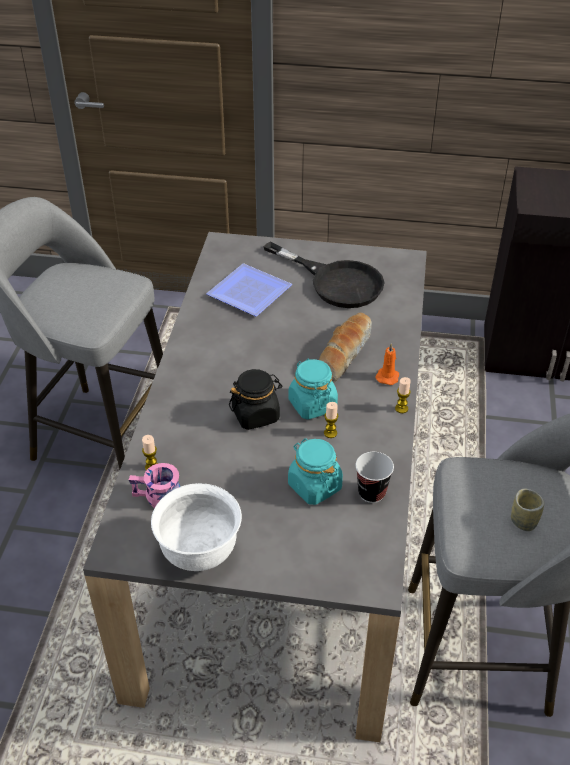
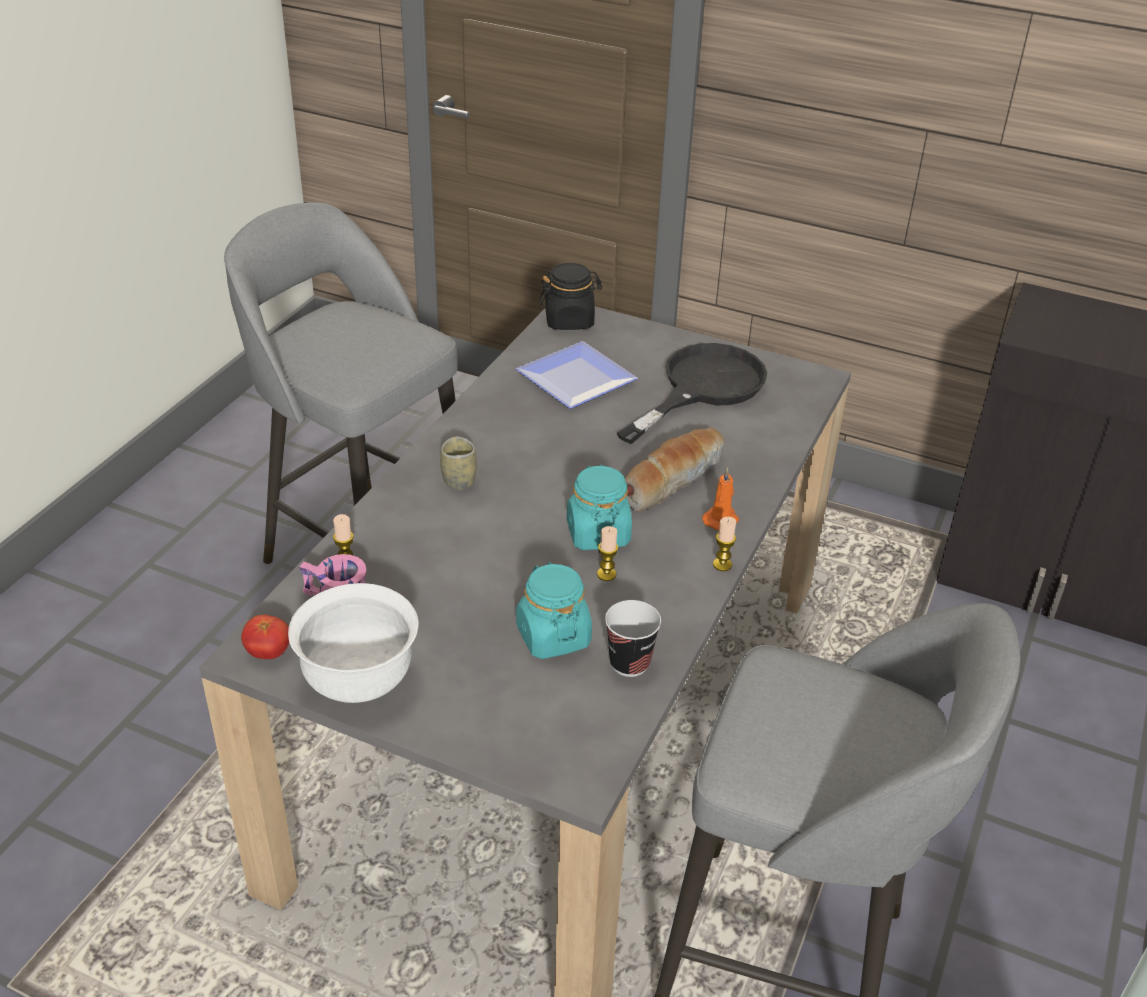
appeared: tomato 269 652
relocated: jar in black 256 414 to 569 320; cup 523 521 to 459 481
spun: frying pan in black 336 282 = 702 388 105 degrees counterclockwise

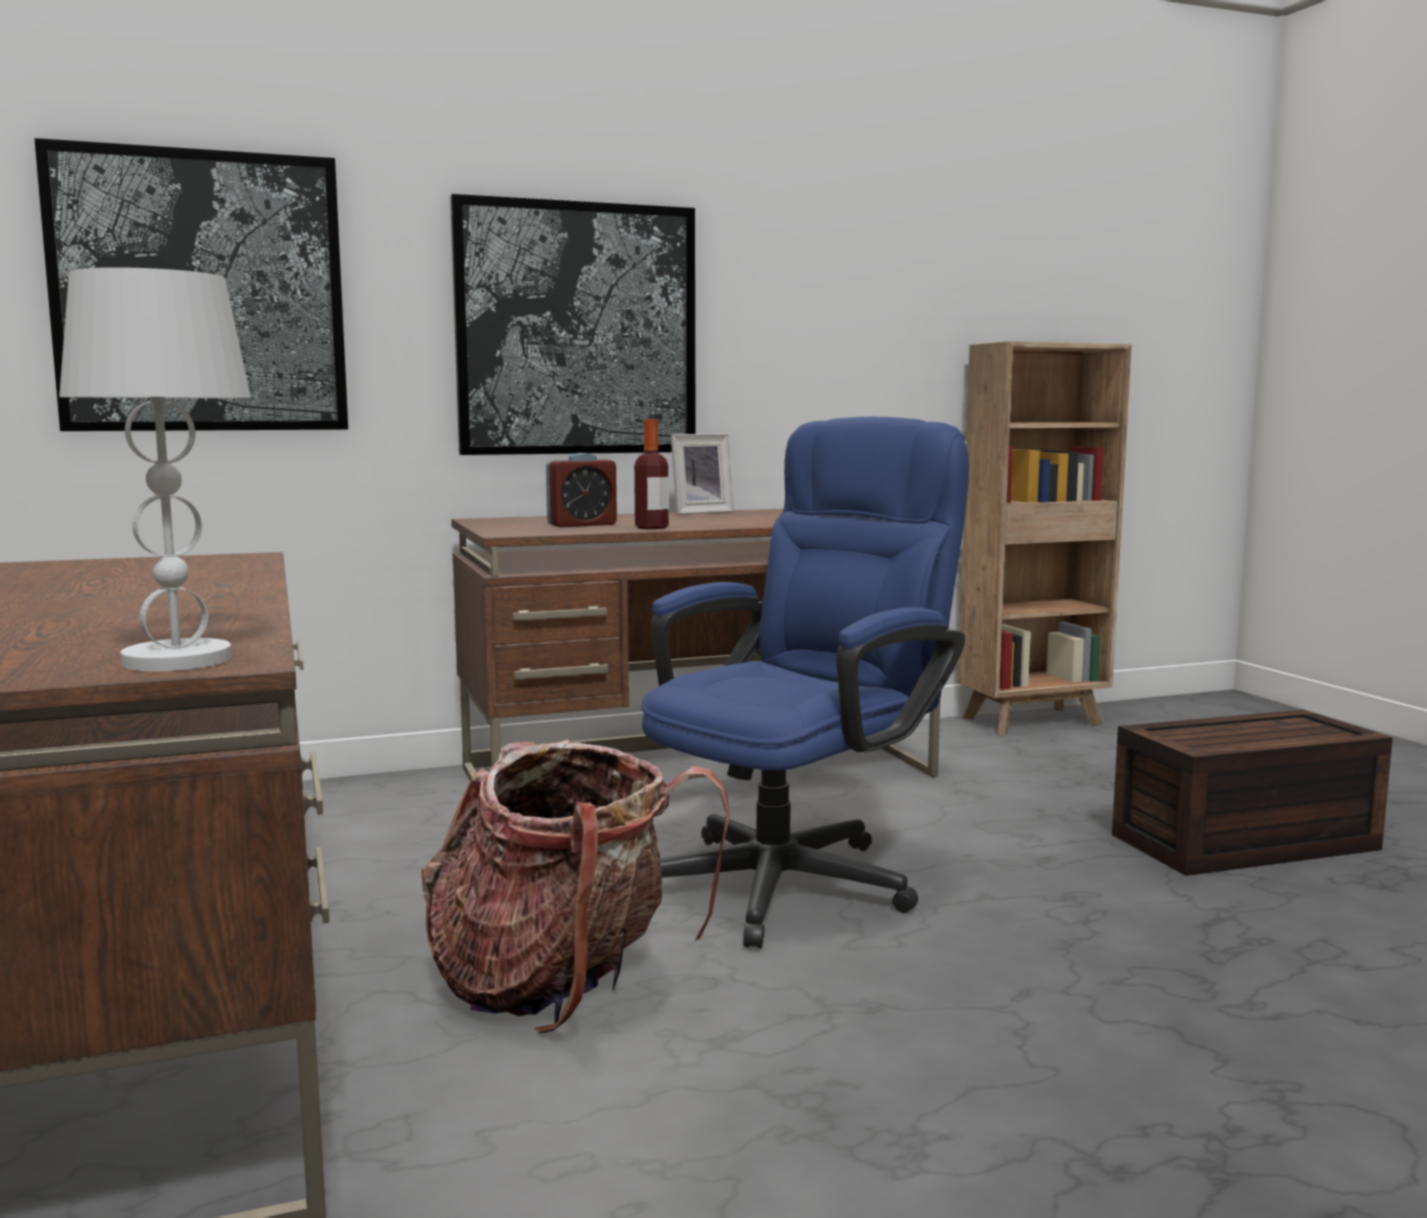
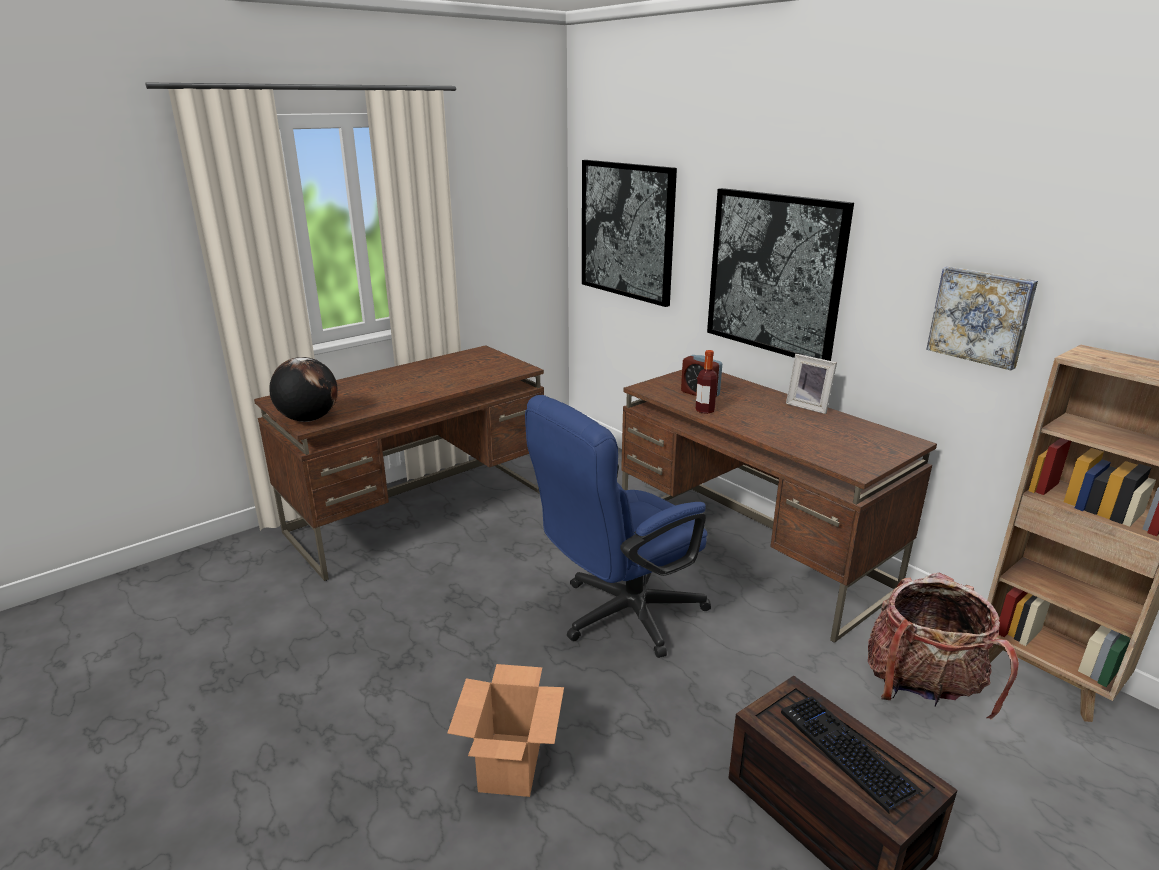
appeared: picture 981 316; cardboard box 510 763; keyboard 846 751
relocated: backpack 563 988 to 922 689
exchanged: table lamp in white 176 660 to globe 308 419
spun: office chair in blue 795 877 = 619 616 120 degrees clockwise

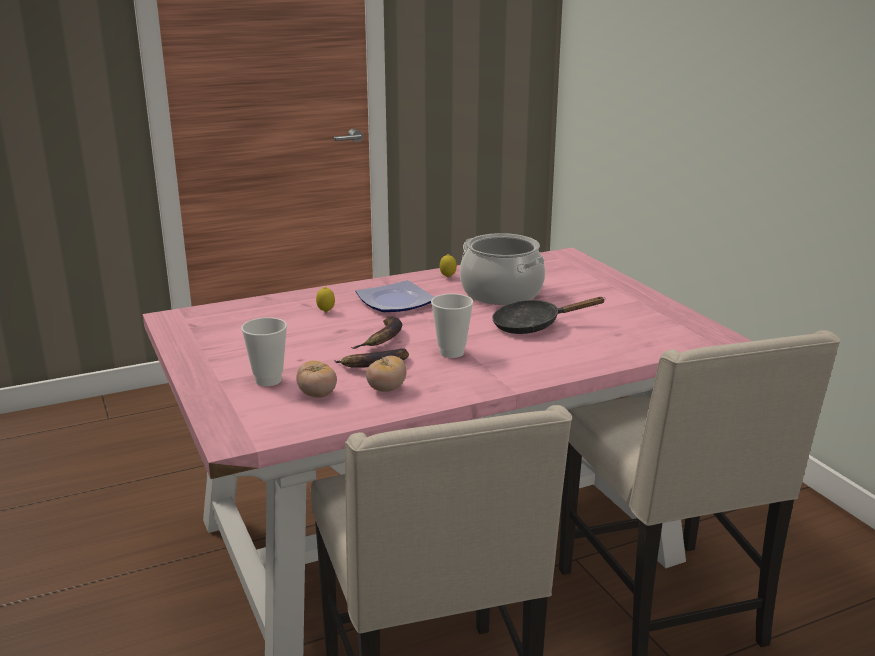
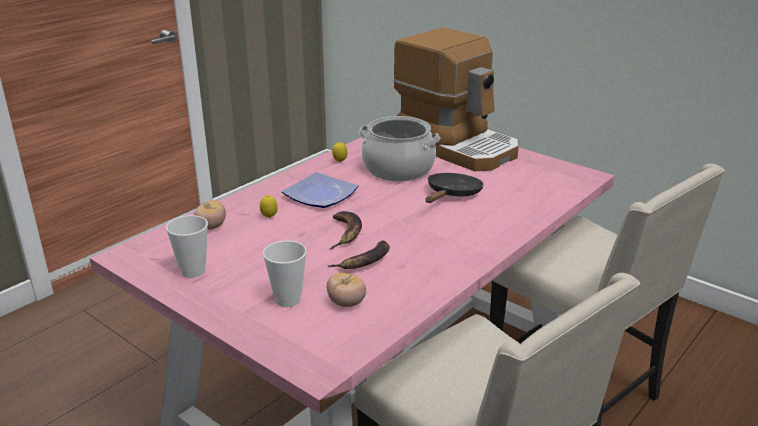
appeared: coffee machine 457 146
relocated: cup 451 352 to 193 271; tomato 386 389 to 211 227
spun: frying pan in black 533 325 = 452 194 150 degrees clockwise

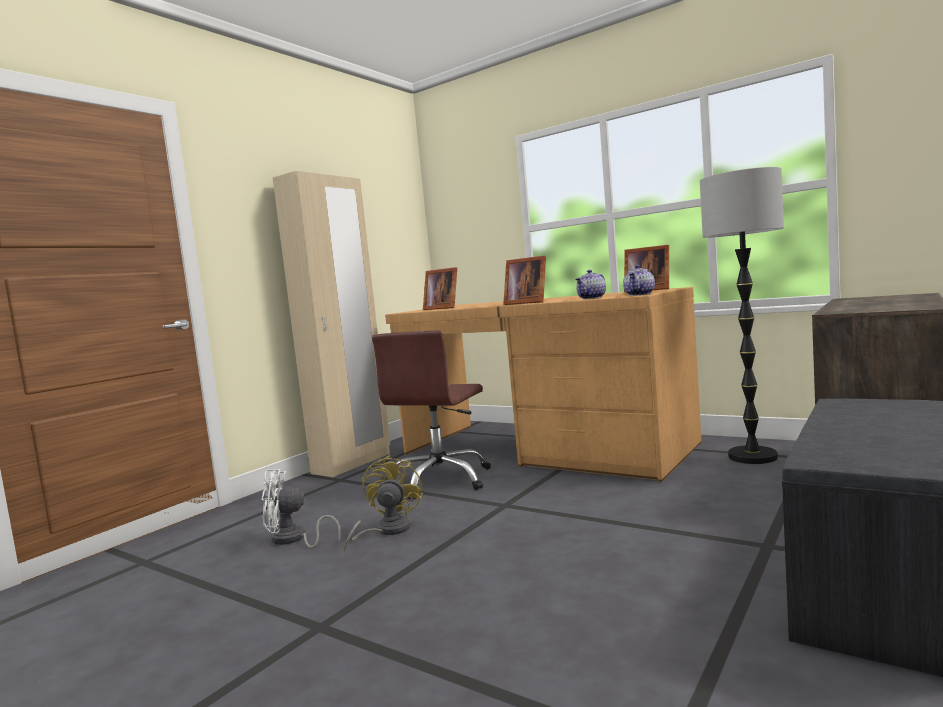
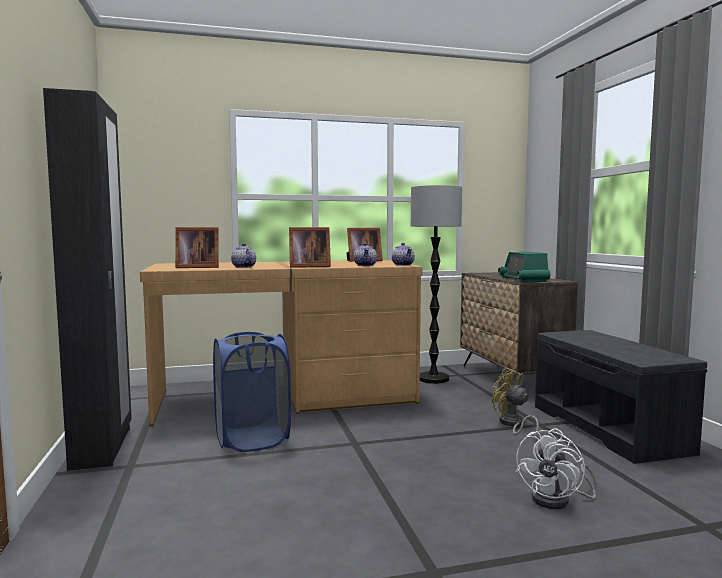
appeared: teapot 243 267; radio 523 279
relocated: fan in yellow 386 531 to 512 424; fan in white 293 540 to 558 500
exchanged: office chair in brown 440 480 to laundry basket in blue 252 439
colour: wardrobe in beige 352 463 to wardrobe in black 103 448

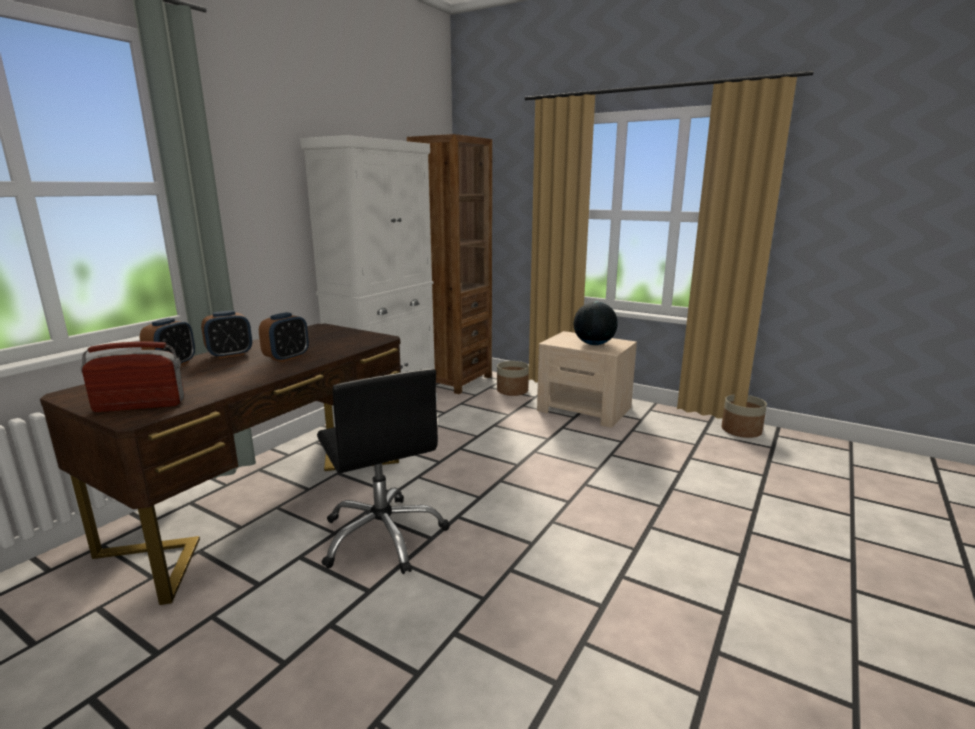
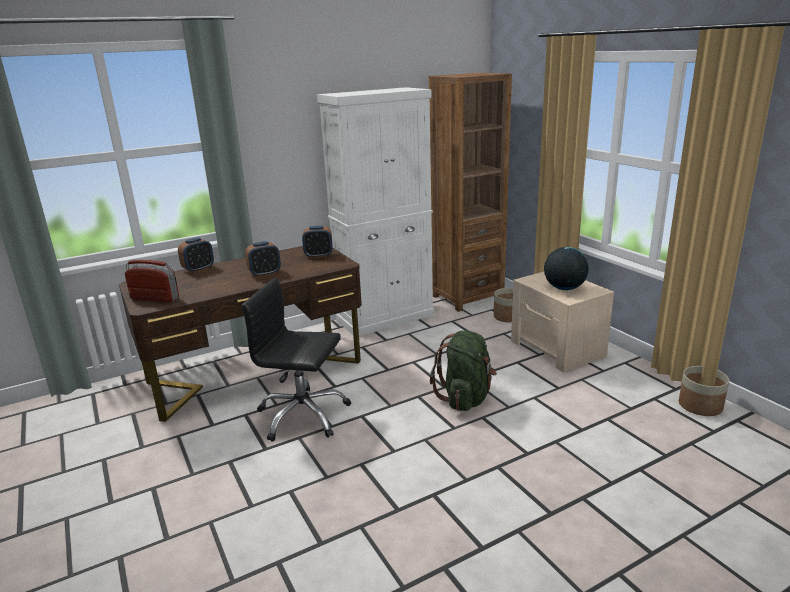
appeared: backpack in green 466 398
relocated: alarm clock 230 355 to 318 255
spun: office chair in black 383 536 = 303 415 105 degrees clockwise

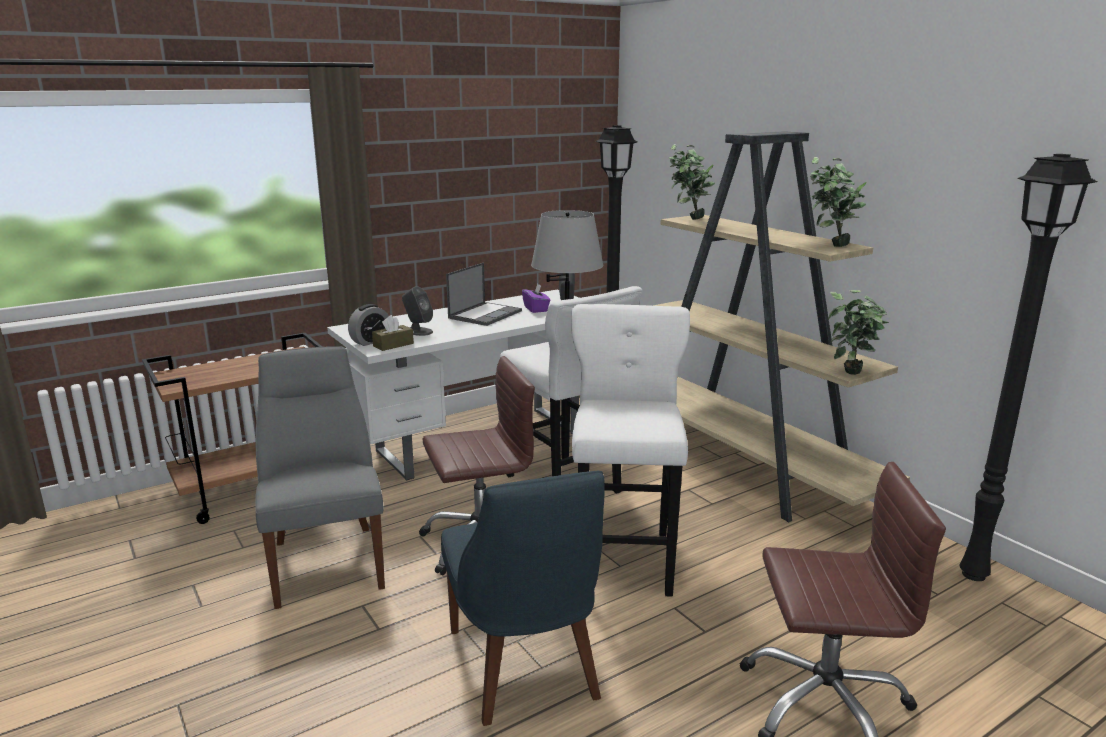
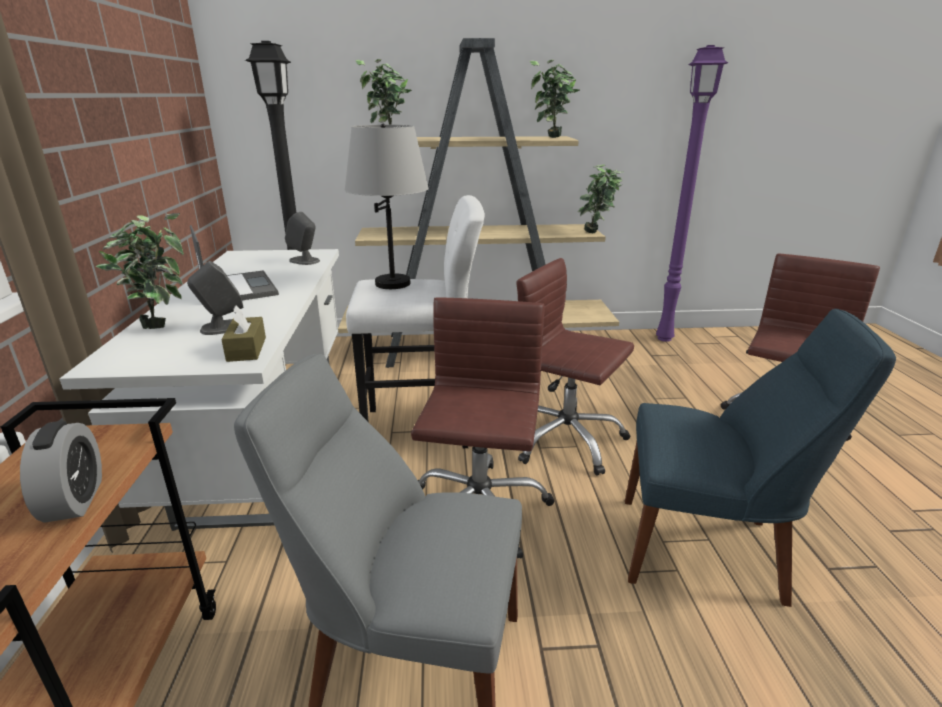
missing: tissue box in purple 536 309
appeared: potted plant 160 324
relocated: alarm clock 370 341 to 75 500
exchanged: stool in white 624 557 to office chair in brown 565 440
colour: floor lamp in black 976 575 to floor lamp in purple 665 338

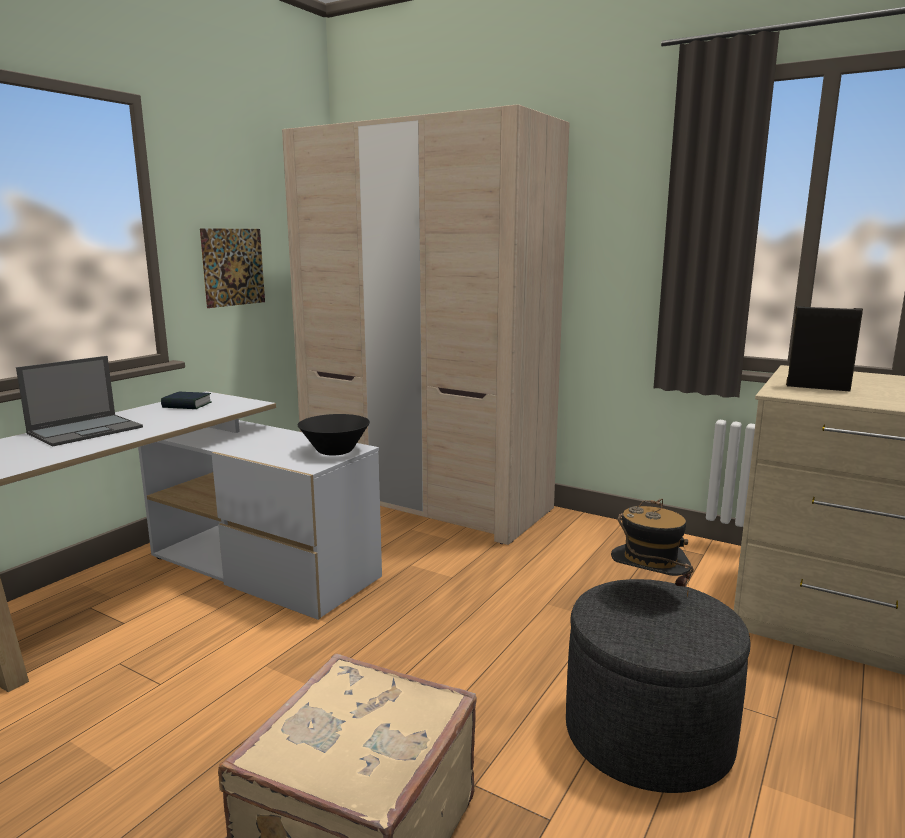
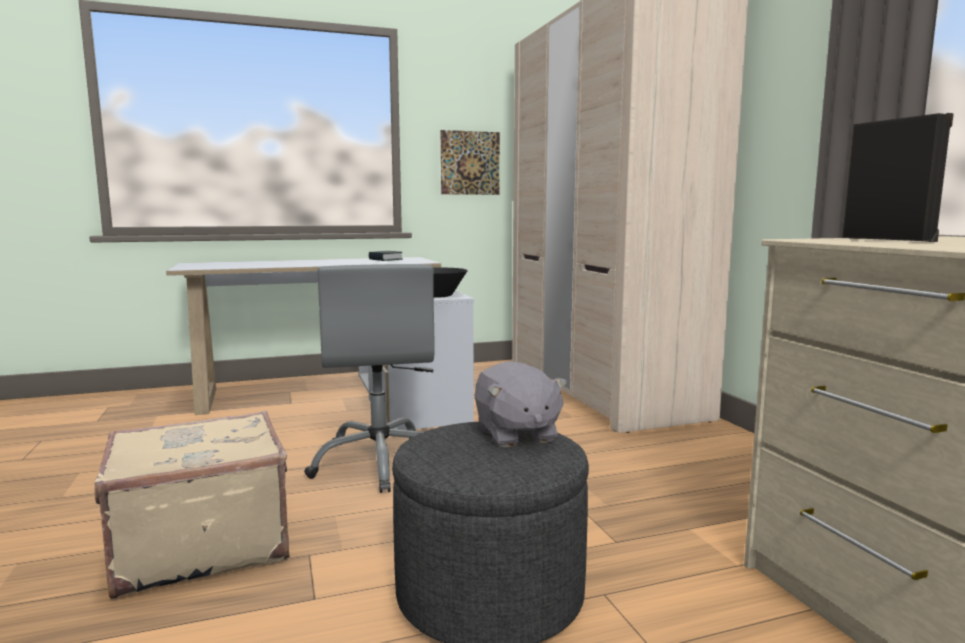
missing: laptop 86 430
appeared: office chair in grey 380 462
exchanged: hat 647 594 to plush toy in grey 516 434

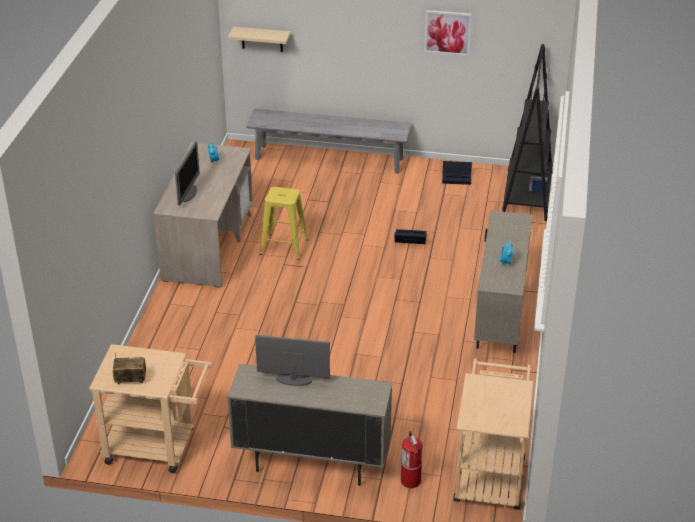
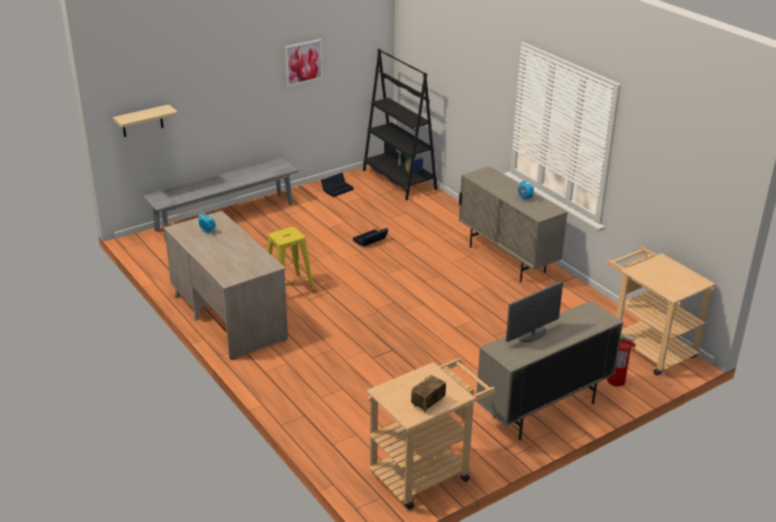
missing: monitor 188 193

